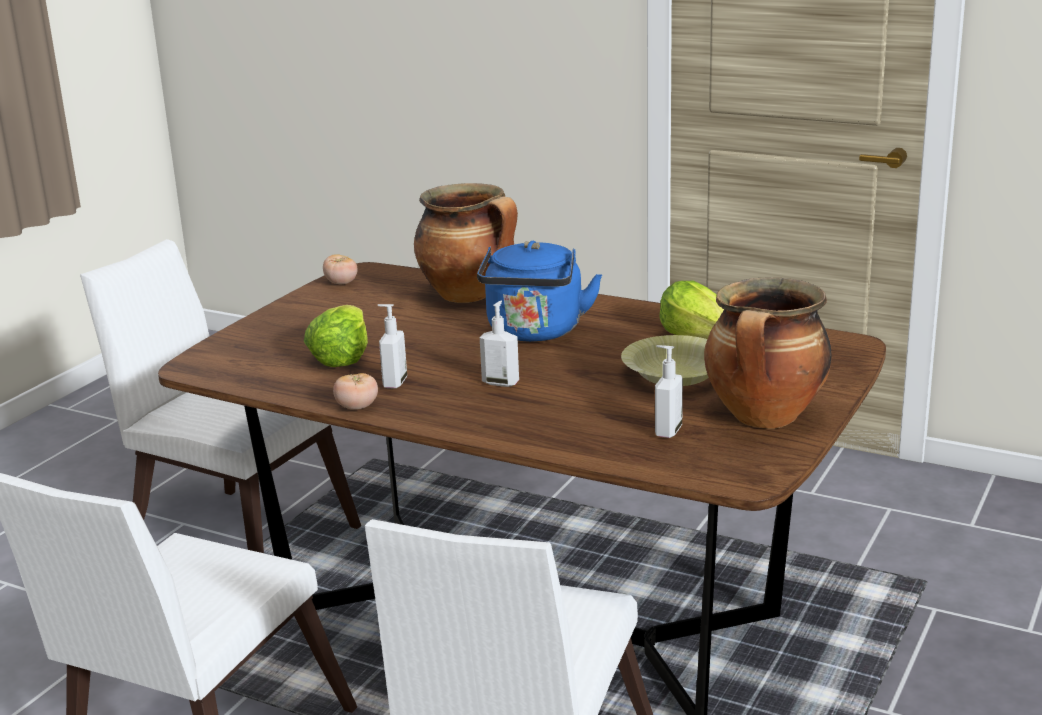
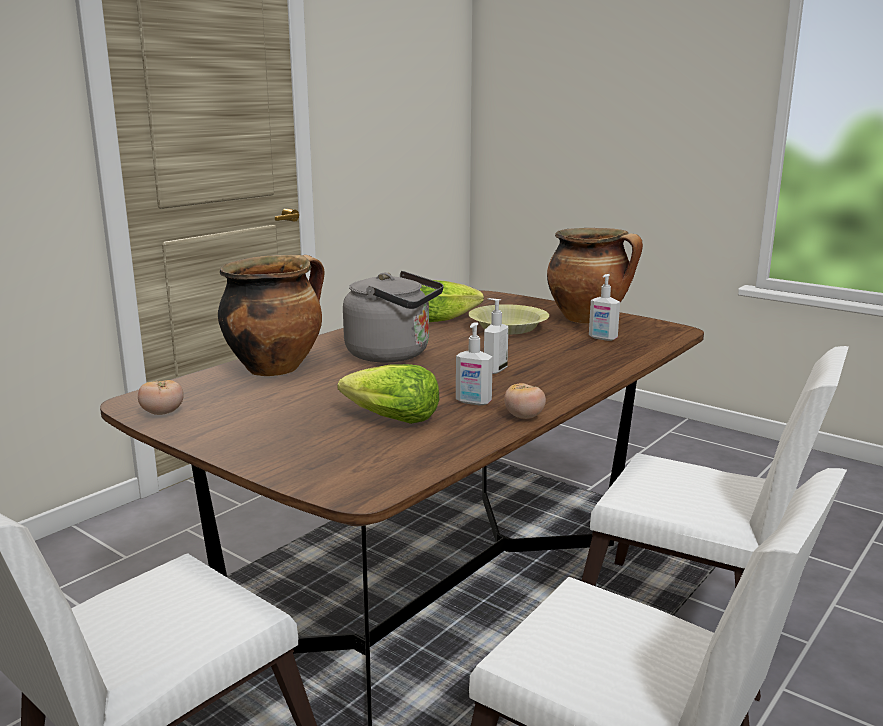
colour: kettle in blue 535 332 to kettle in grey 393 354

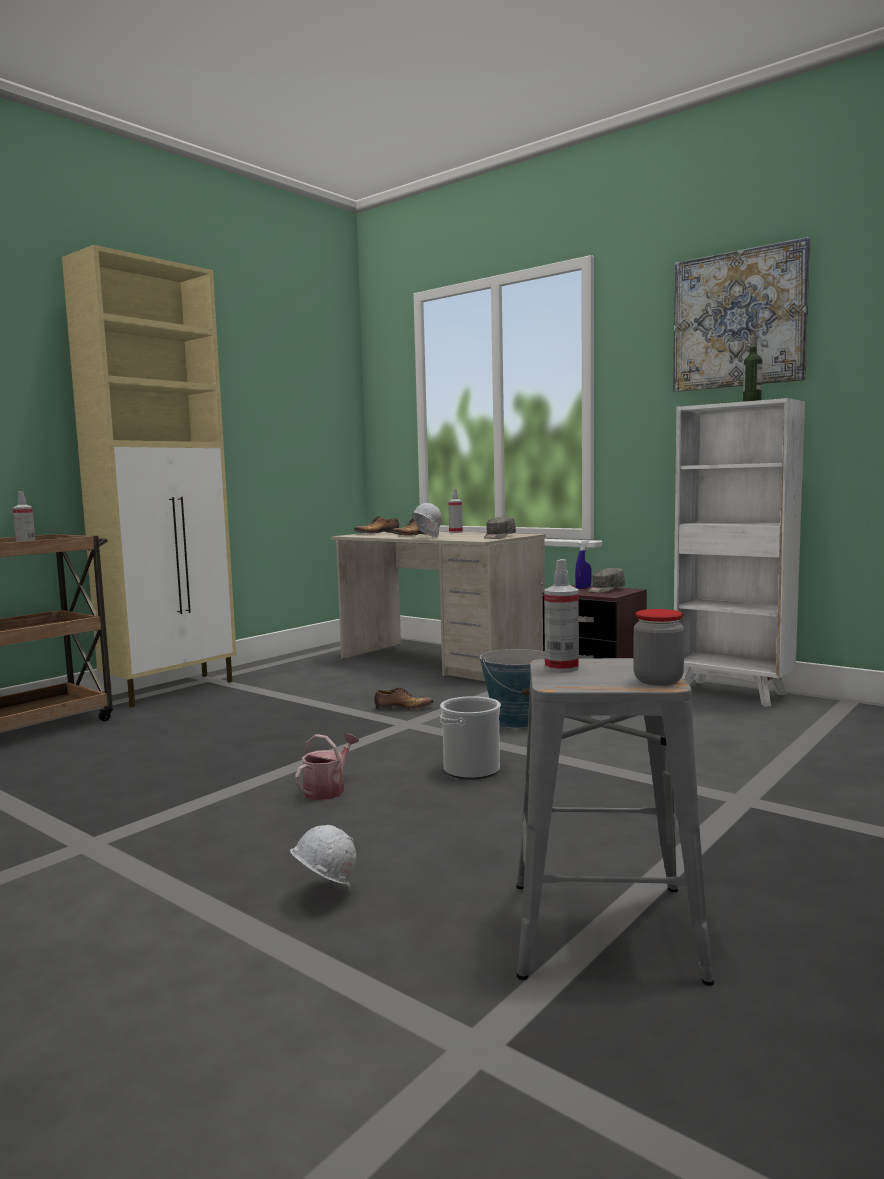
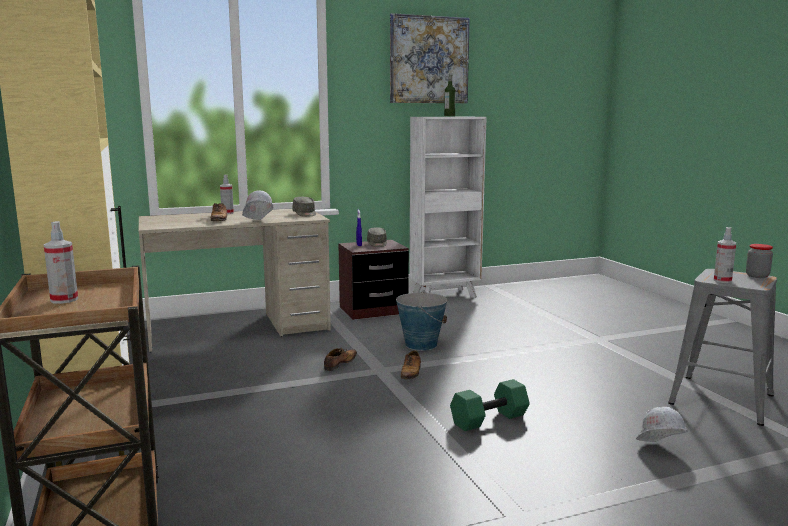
missing: bucket 471 770
relocated: shoe 378 533 to 411 373
exchanged: watering can 328 789 to dumbbell in green 489 419

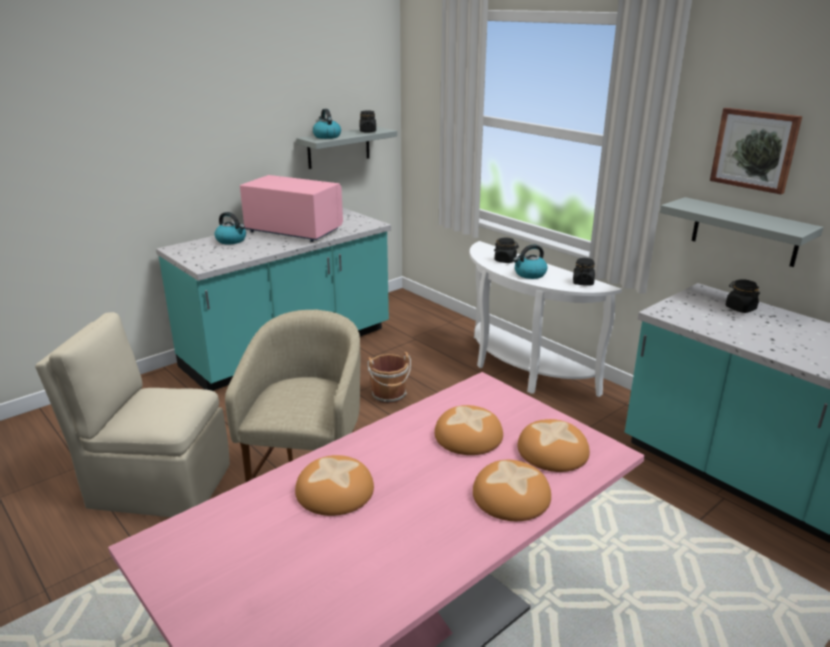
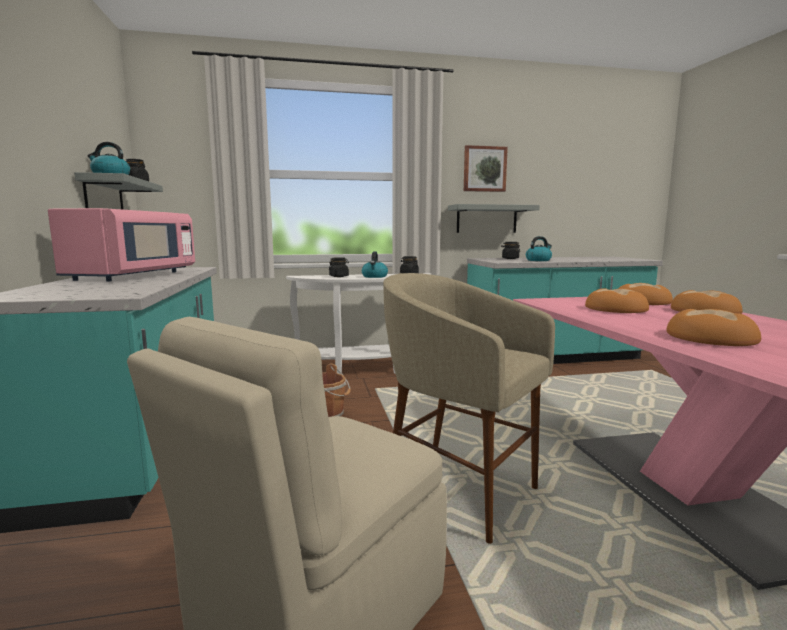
relocated: kettle 232 240 to 538 260
spun: microwave in pink 293 231 = 133 276 135 degrees clockwise

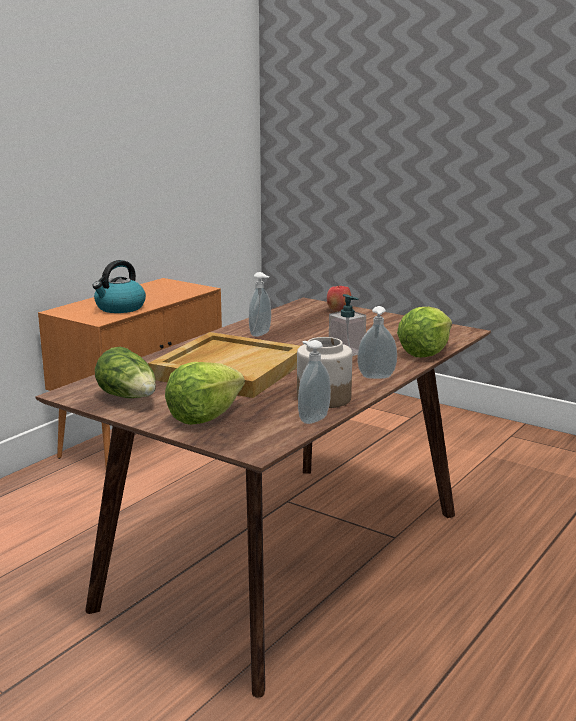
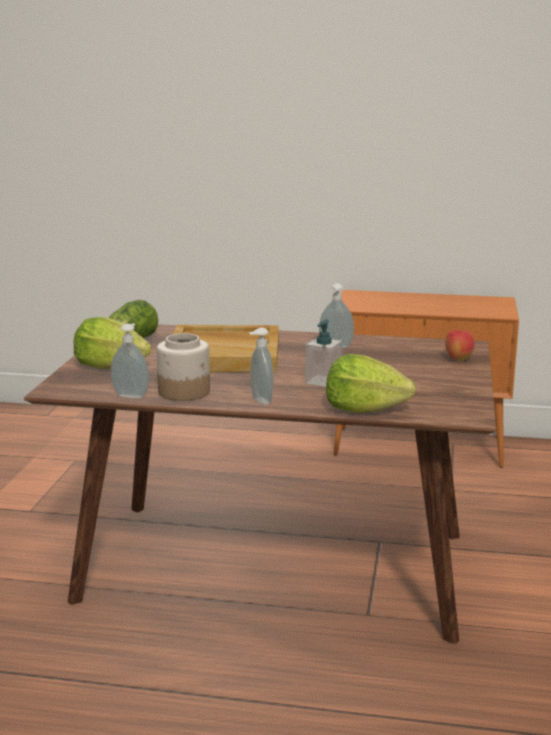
missing: kettle 120 308

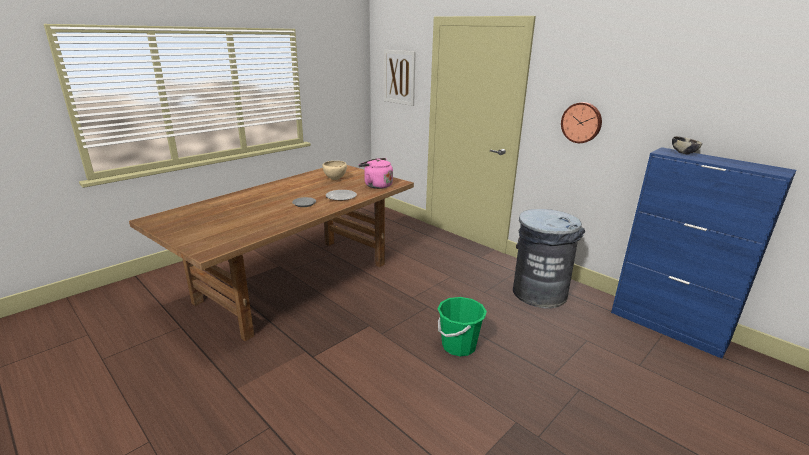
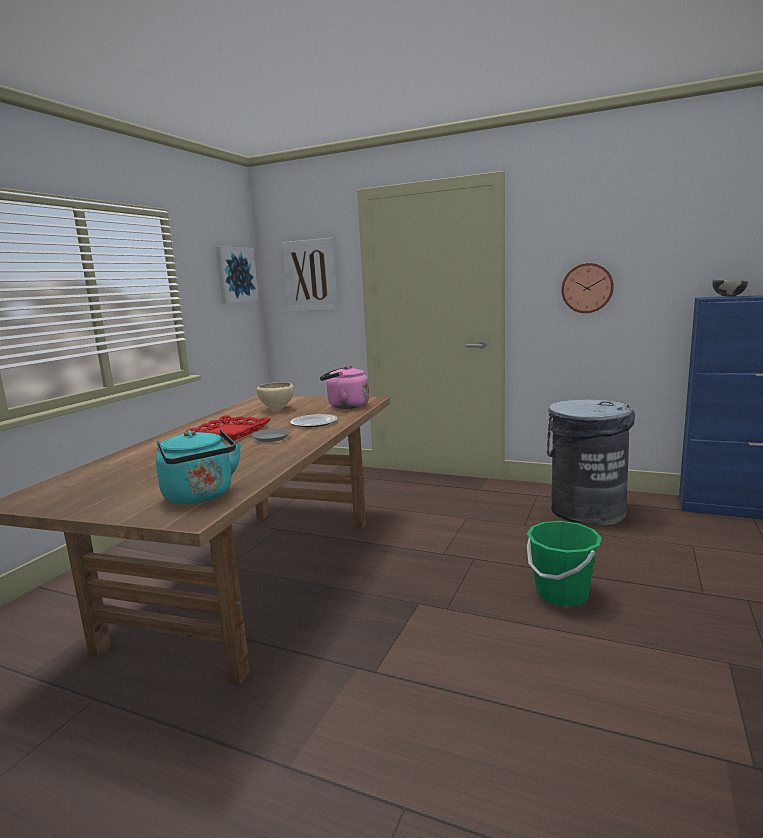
appeared: picture 236 275; tray in red 229 432; kettle in turquoise 201 496

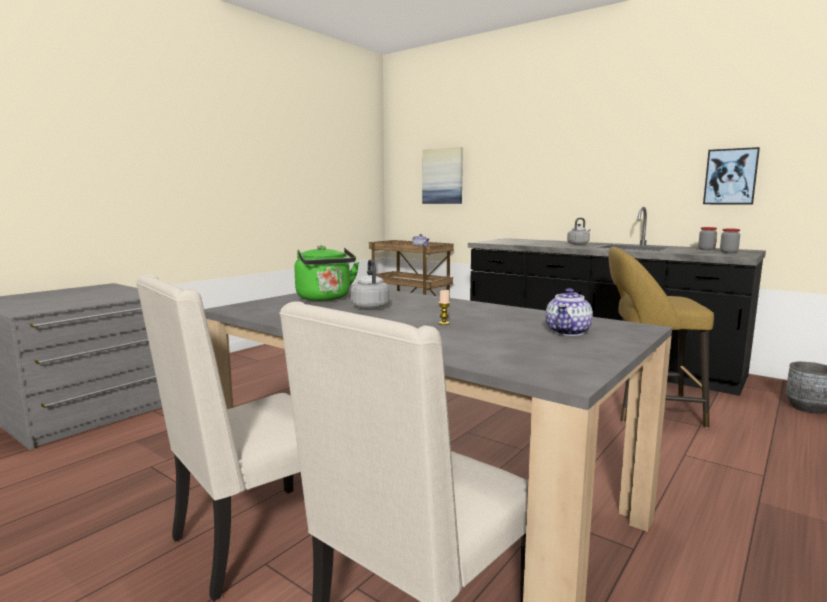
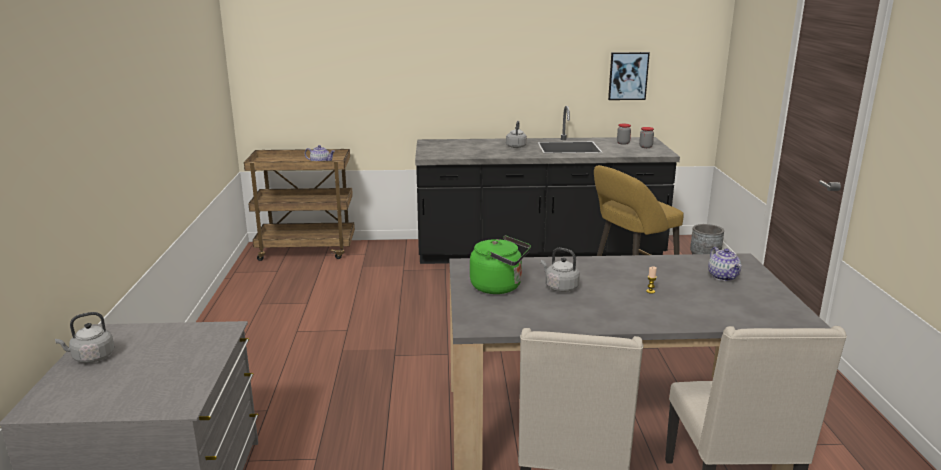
missing: picture 442 176
appeared: kettle in grey 91 357

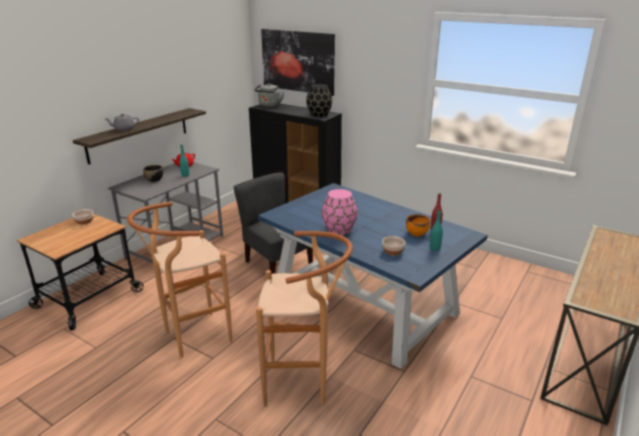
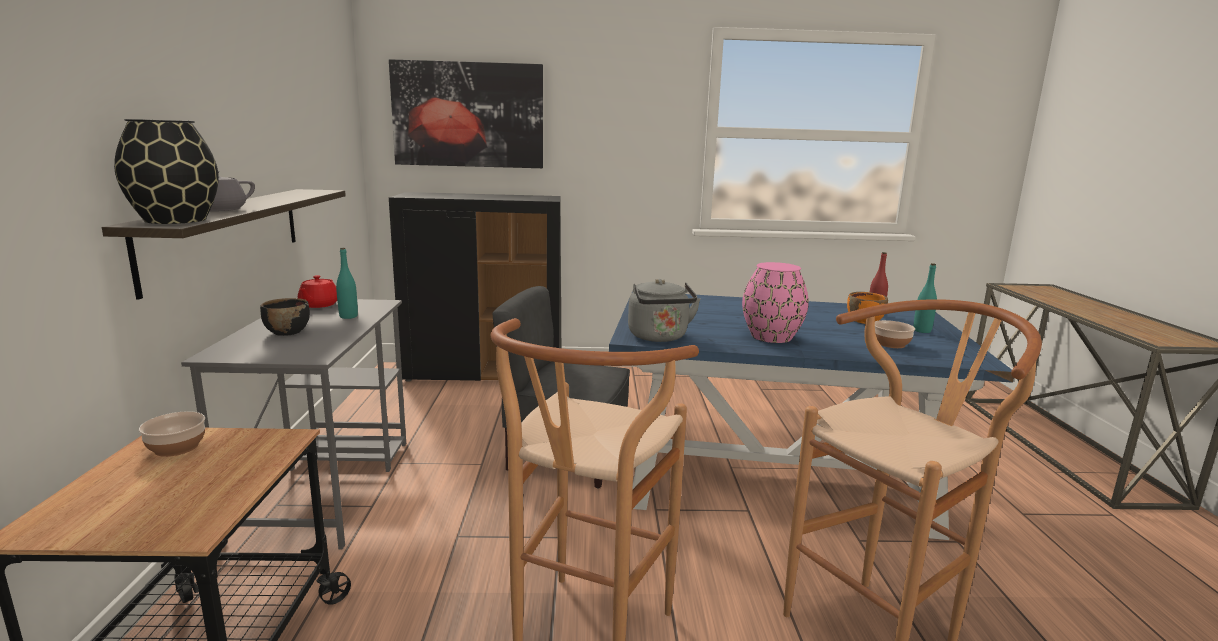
relocated: kettle in grey 269 106 to 659 337; vase in black 319 115 to 174 220

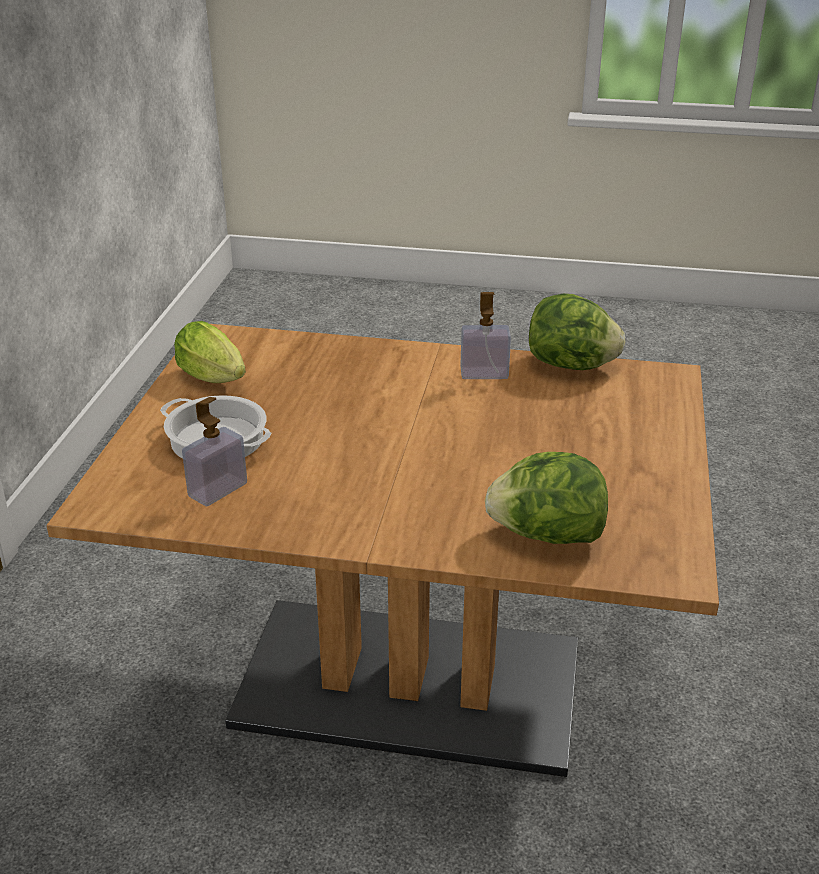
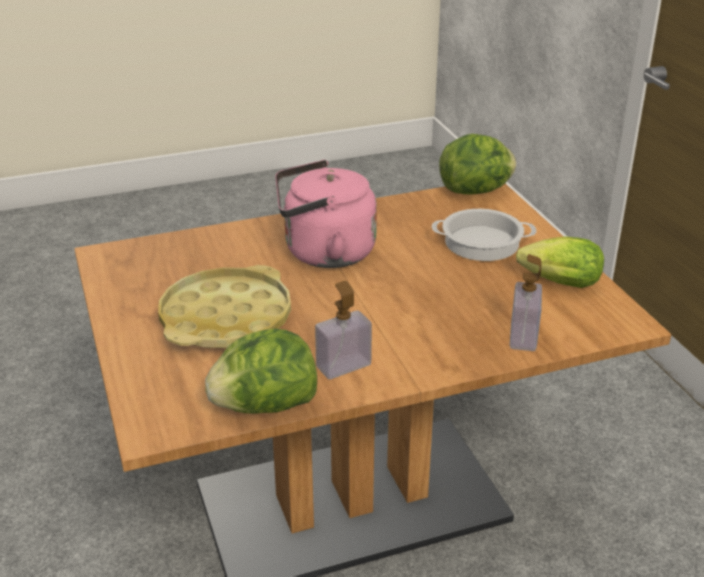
appeared: kettle in pink 324 253; tray in yellow 226 318
relocated: soap dispenser 218 490 to 523 337; lettuce 546 536 to 476 191

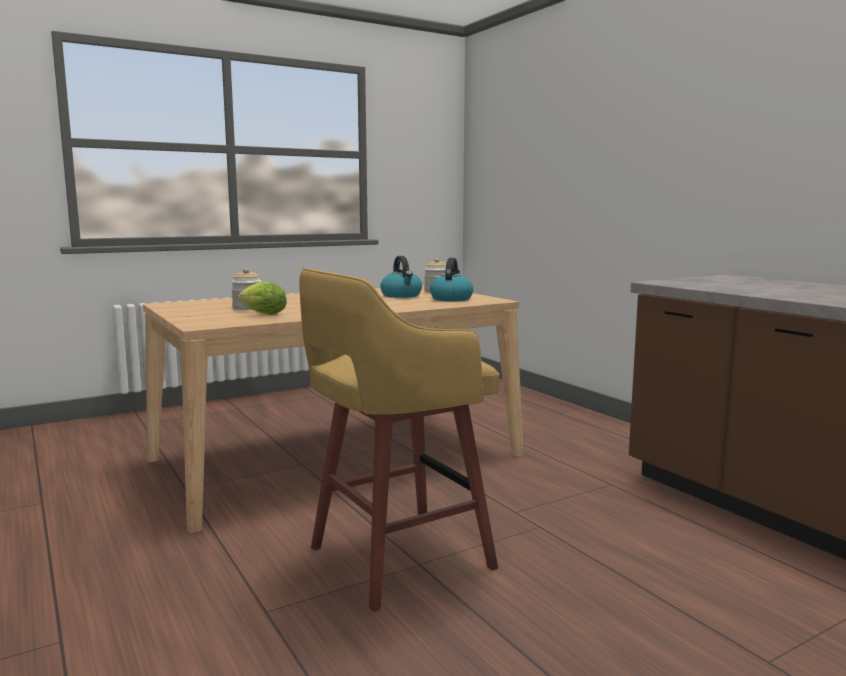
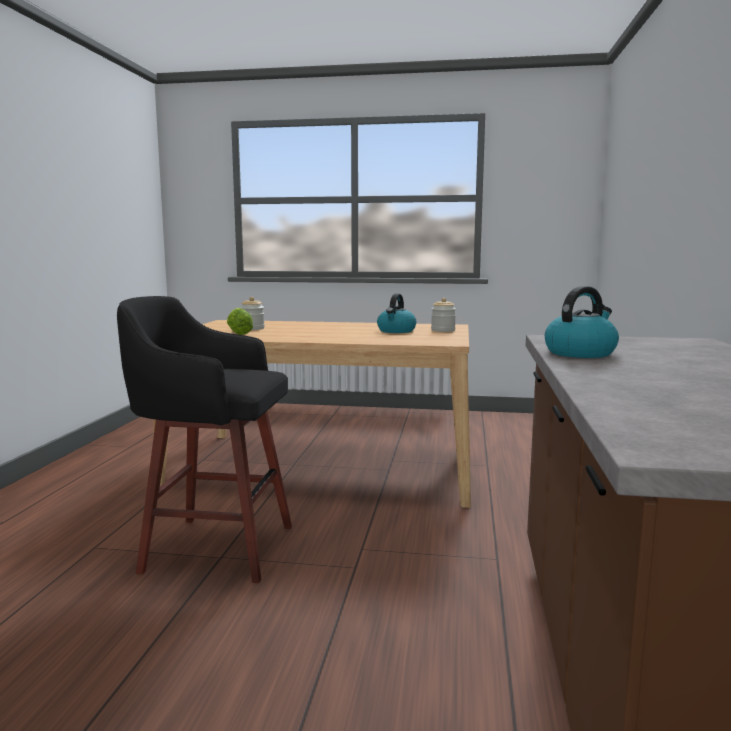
relocated: kettle 451 299 to 580 353
colour: stool in yellow 395 559 to stool in black 214 547

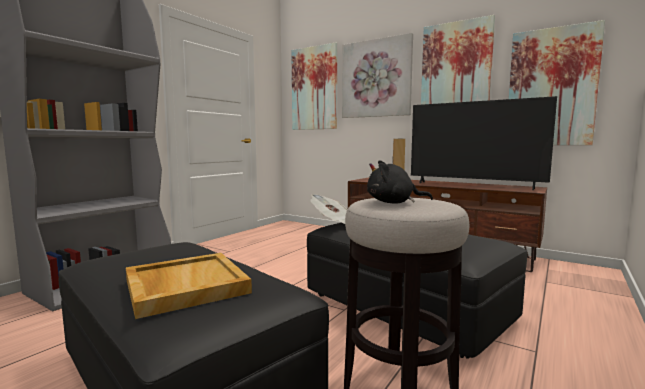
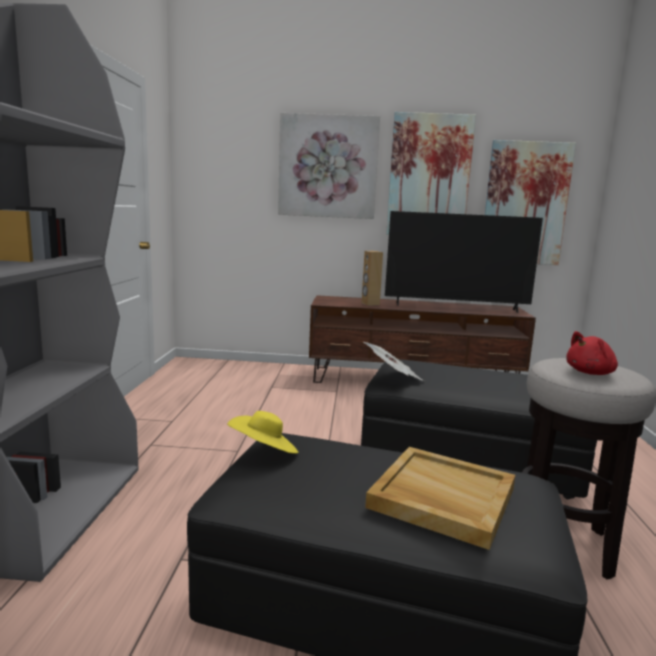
missing: picture 314 88
appeared: hat in yellow 264 452
colour: plush toy in black 393 203 to plush toy in red 591 373

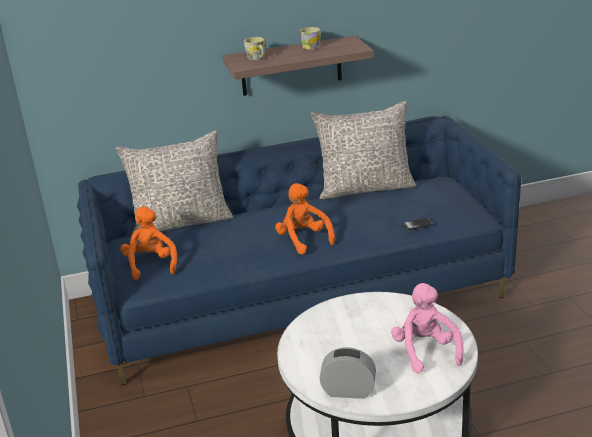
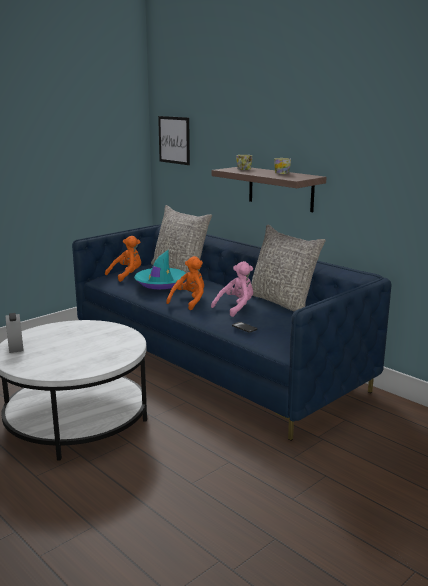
appeared: picture 174 140; hat in turquoise 161 283
relocated: plush toy in pink 425 351 to 236 308

